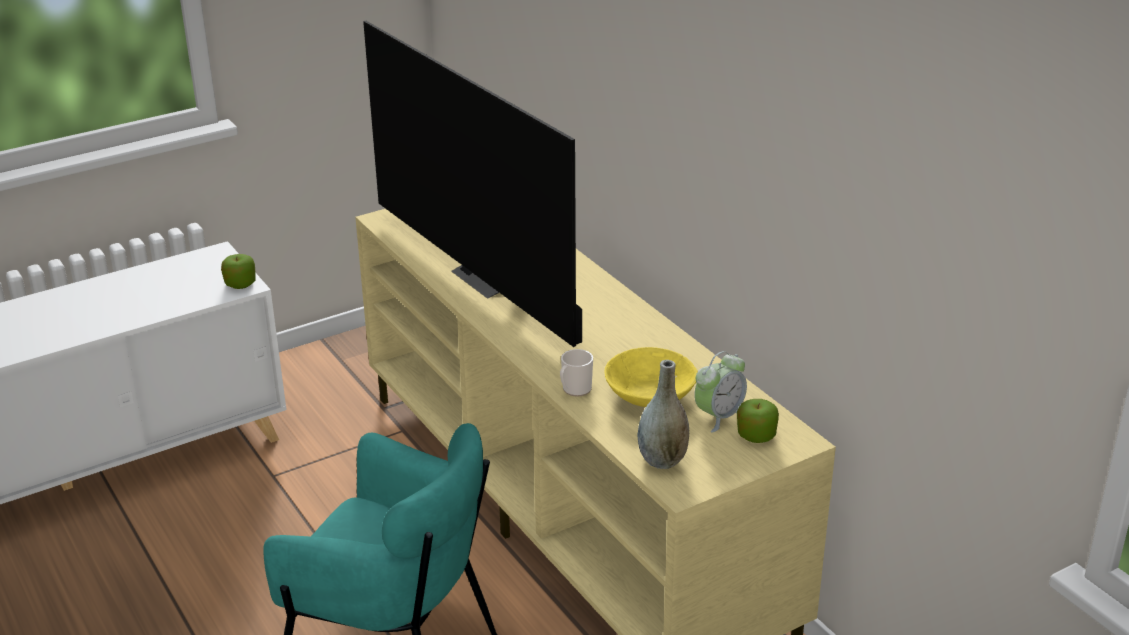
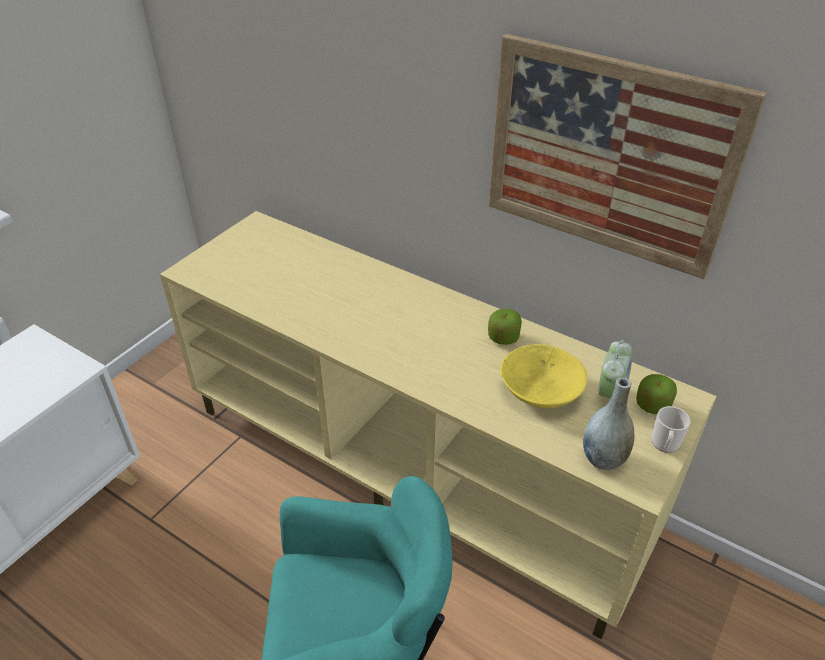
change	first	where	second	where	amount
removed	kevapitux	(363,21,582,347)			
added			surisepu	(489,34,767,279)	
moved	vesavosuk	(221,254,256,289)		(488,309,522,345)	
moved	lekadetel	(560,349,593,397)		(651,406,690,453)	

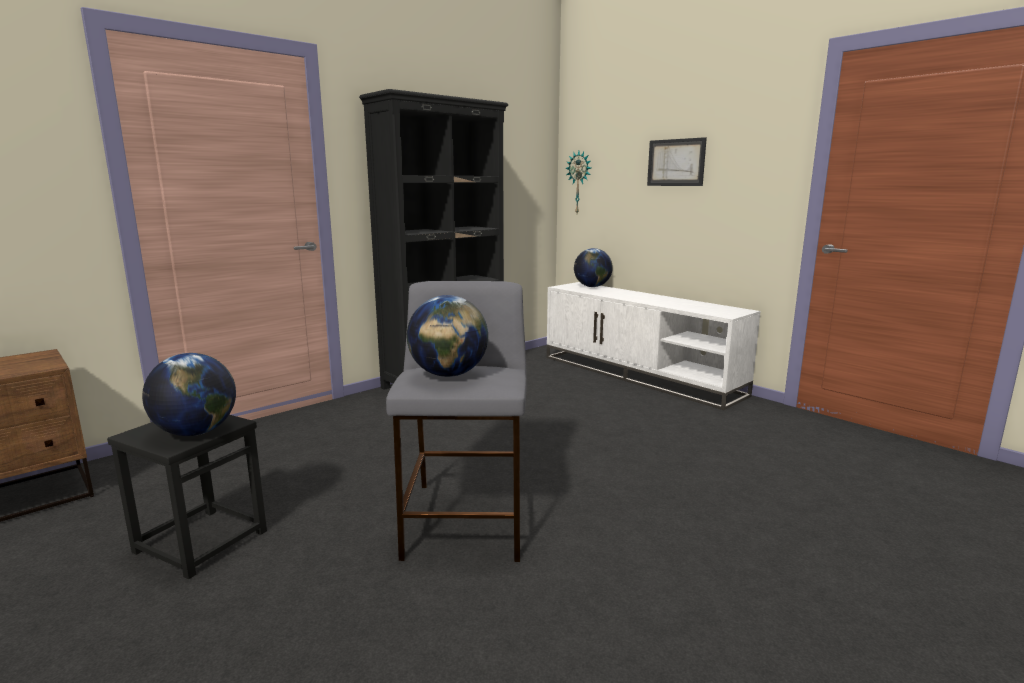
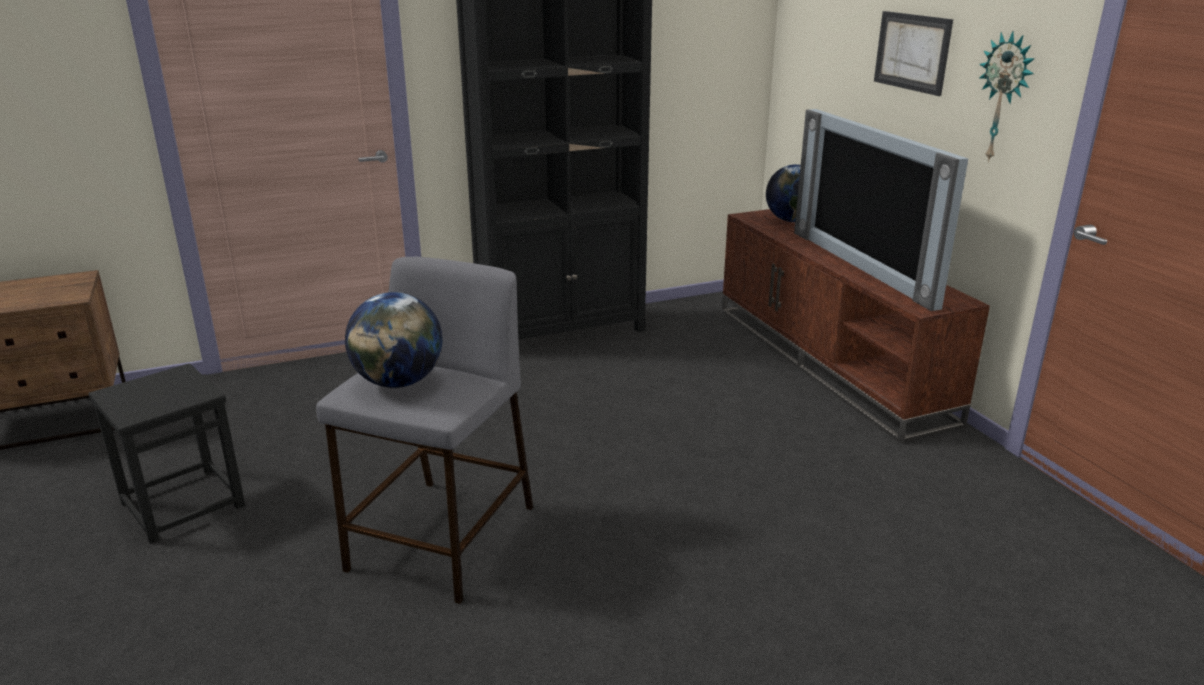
change	first	where	second	where	amount
removed	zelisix	(142,353,236,436)			
added			kevapitux	(794,109,968,311)	
moved	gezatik	(565,151,591,213)		(979,31,1035,162)	
recoloured	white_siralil	(547,282,761,410)	brown_siralil	(722,209,990,443)	

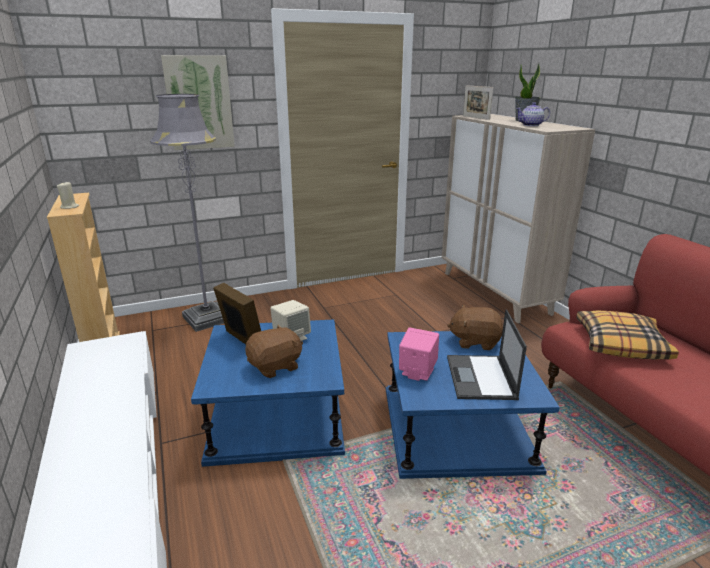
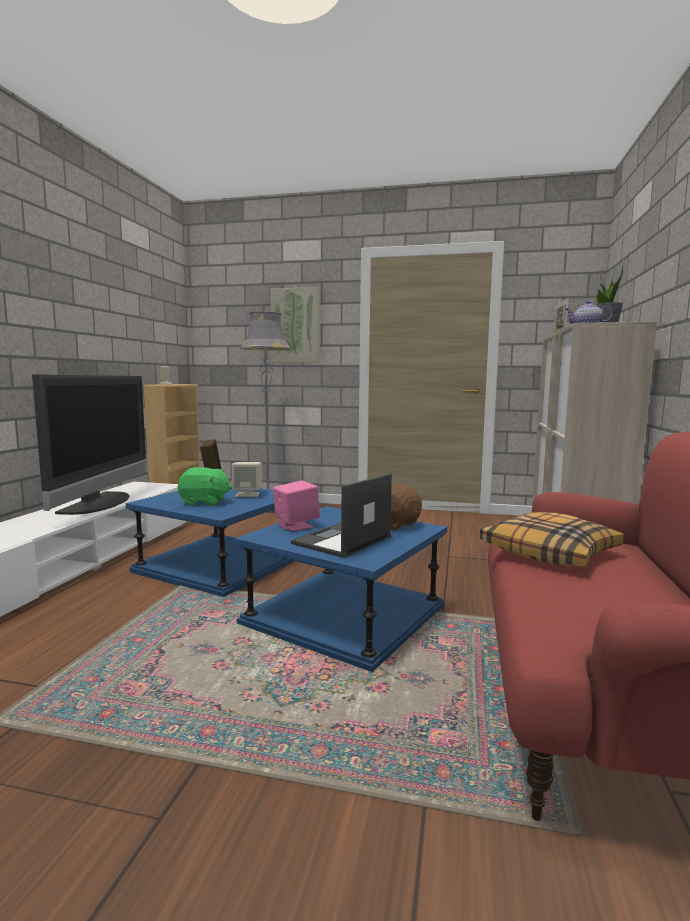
change	first	where	second	where	amount
added			kevapitux	(32,375,146,515)	
recoloured	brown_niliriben	(245,324,303,378)	green_niliriben	(178,467,232,506)	

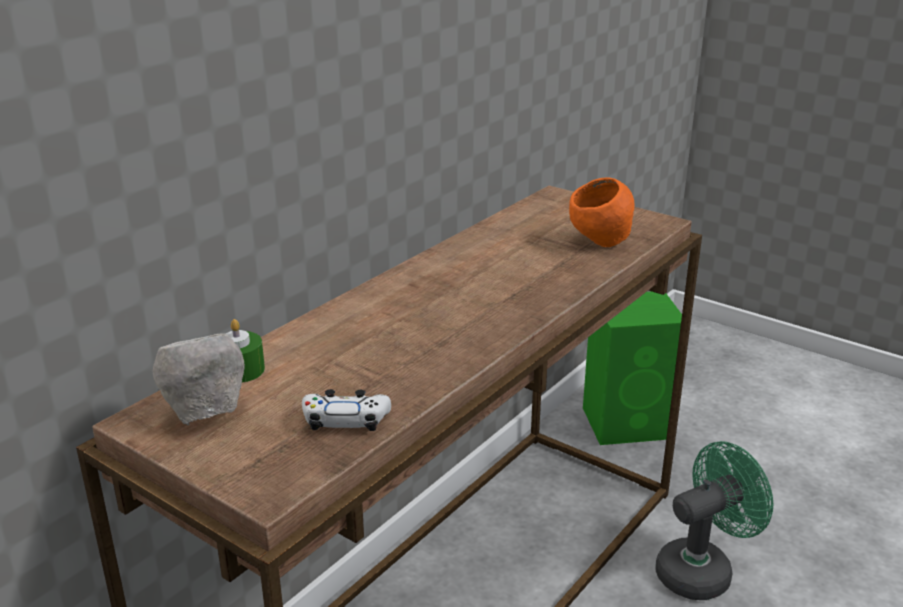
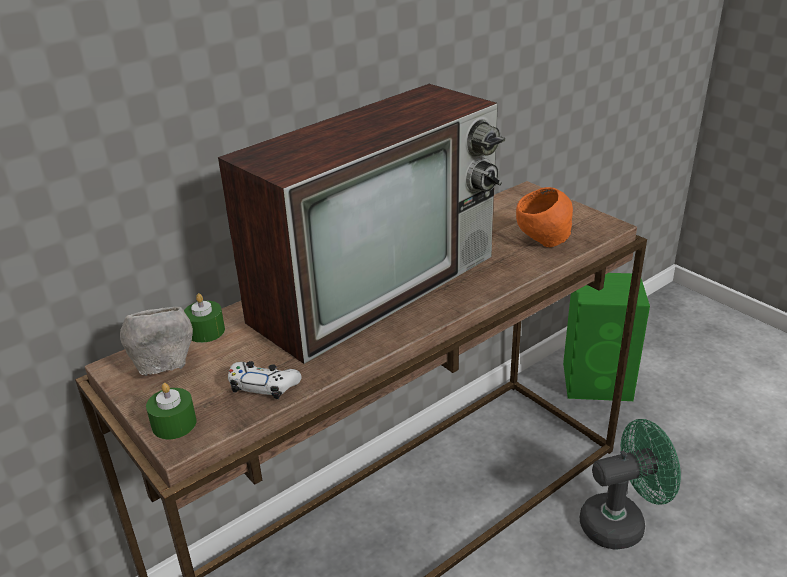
change	first	where	second	where	amount
added			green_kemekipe	(146,383,197,439)	
added			kevapitux	(218,84,506,364)	

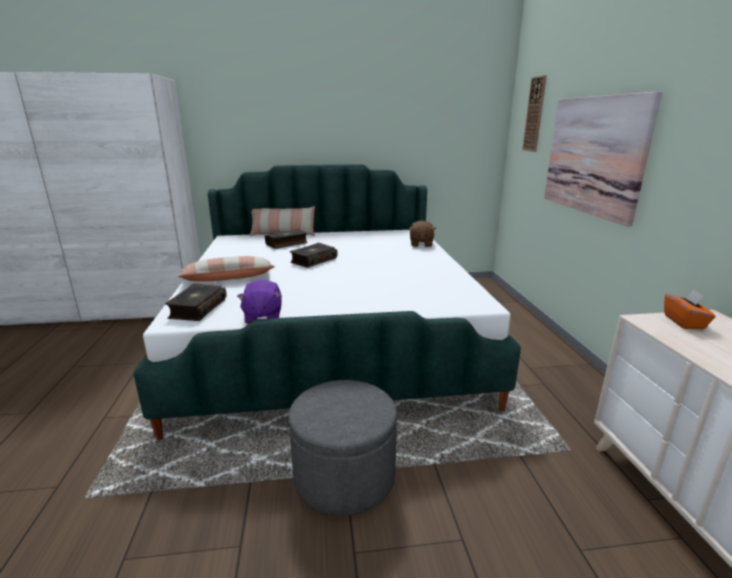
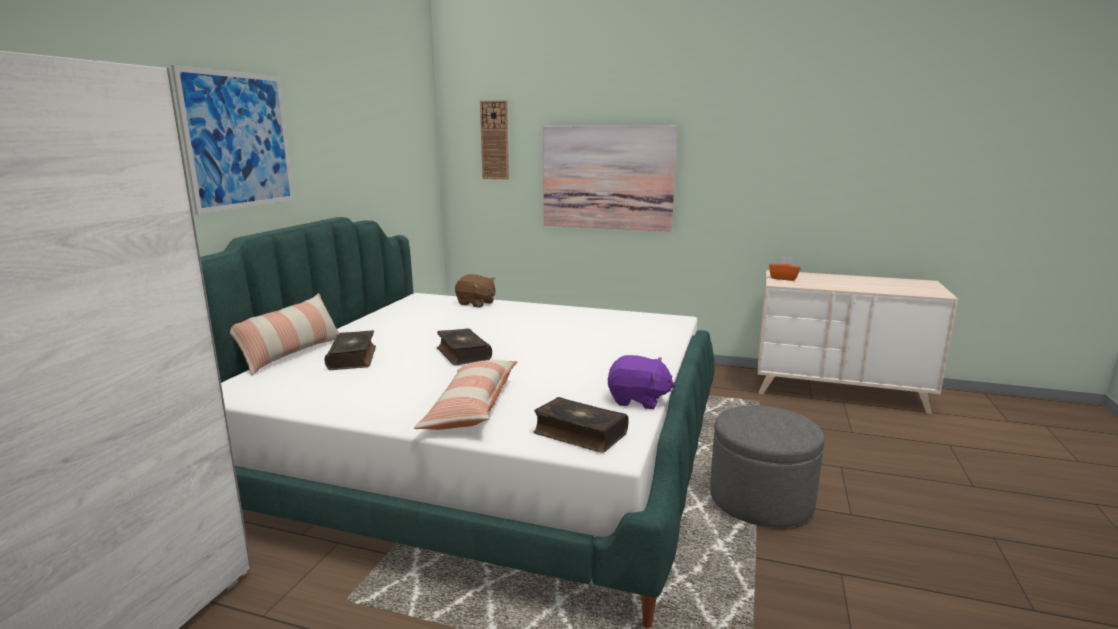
change	first	where	second	where	amount
added			surisepu	(171,65,294,215)	

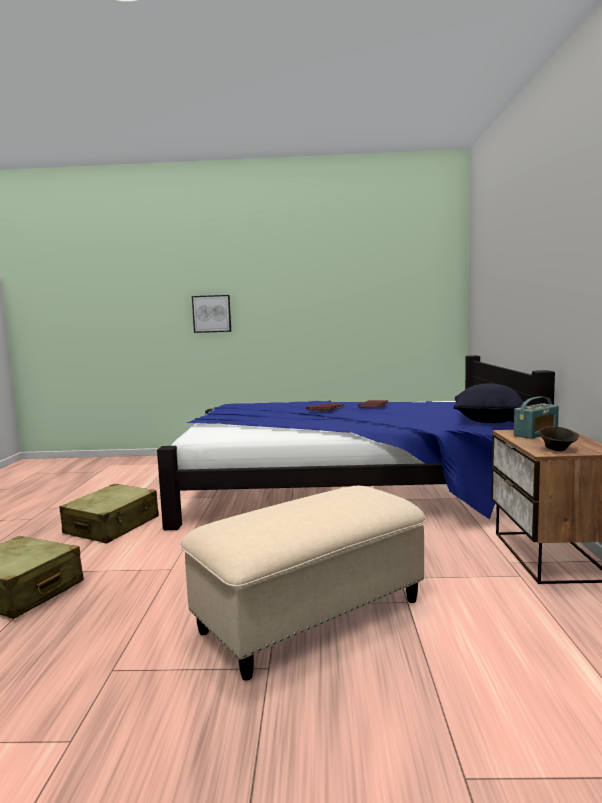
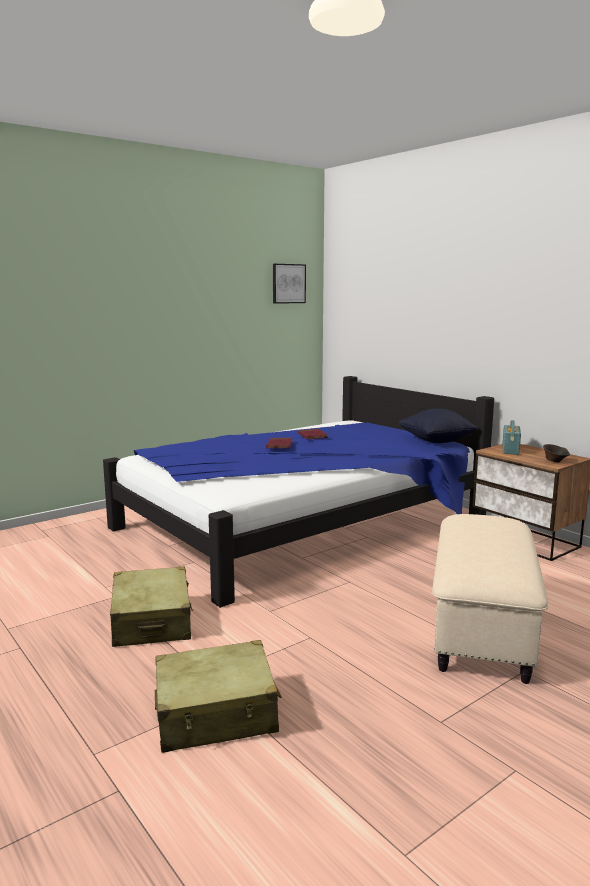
change	first	where	second	where	amount
moved	surisepu	(192,295,231,333)		(273,264,306,304)	

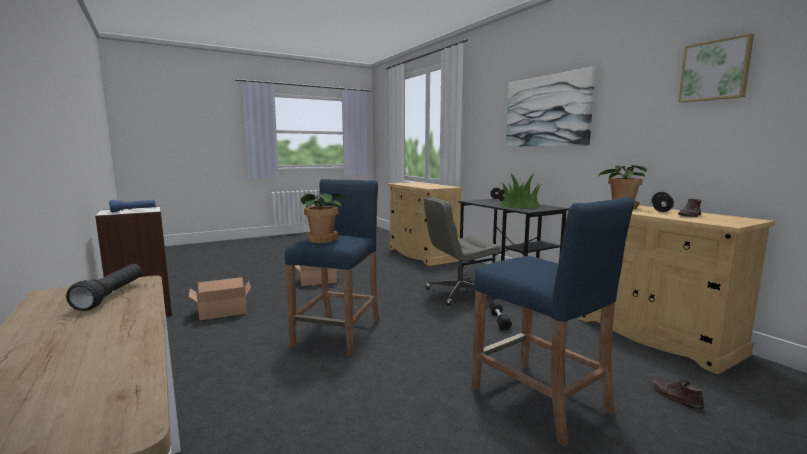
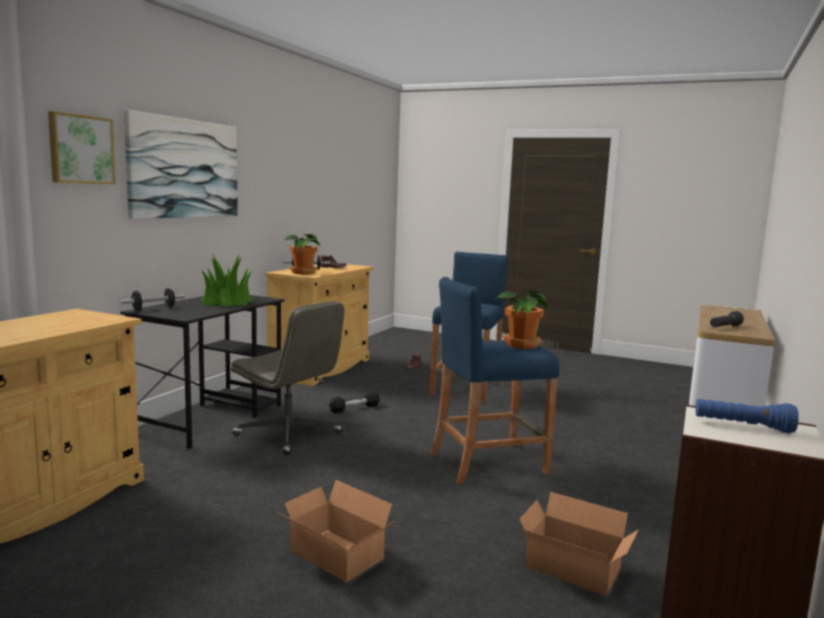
change	first	where	second	where	amount
moved	surisepu	(678,33,754,103)		(48,111,116,184)	

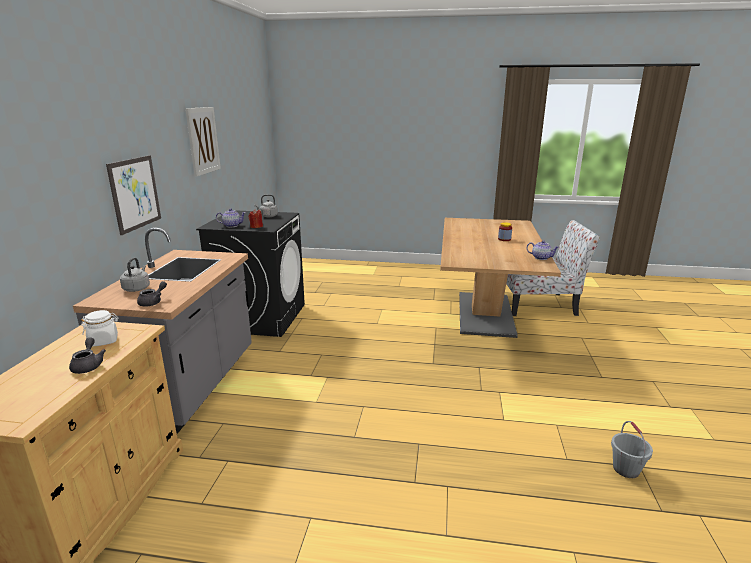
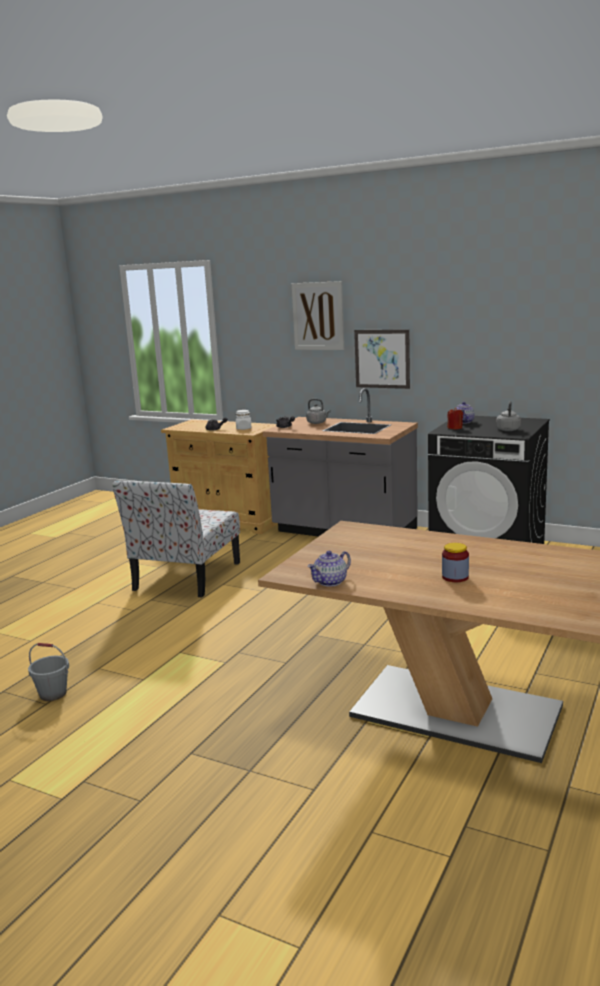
change	first	where	second	where	amount
moved	surisepu	(185,107,221,177)		(292,281,344,350)	
moved	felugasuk	(506,220,600,316)		(112,480,240,597)	

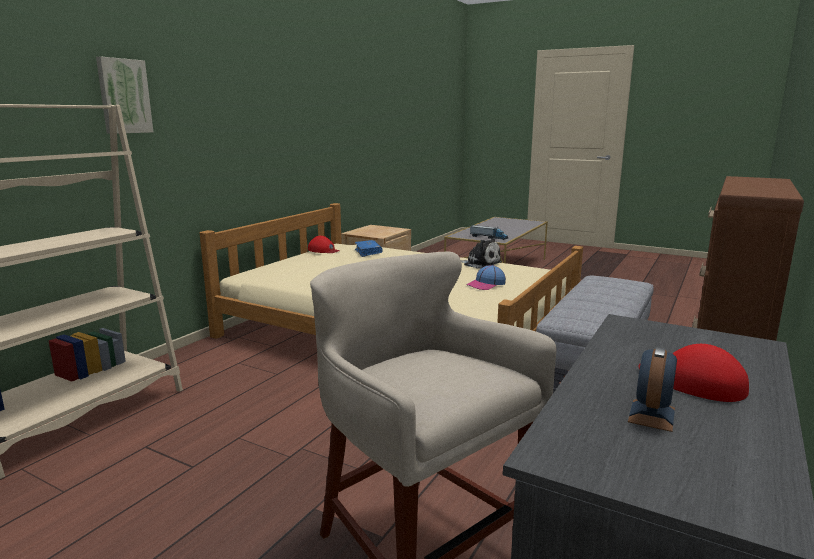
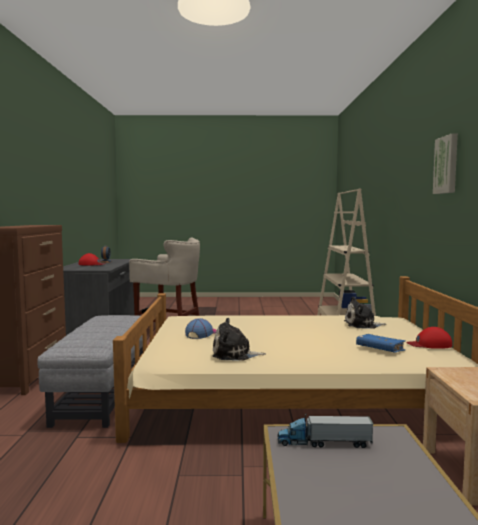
change	first	where	second	where	amount
added			niliriben	(344,297,386,329)	
moved	surisepu	(96,56,153,134)		(433,133,458,194)	

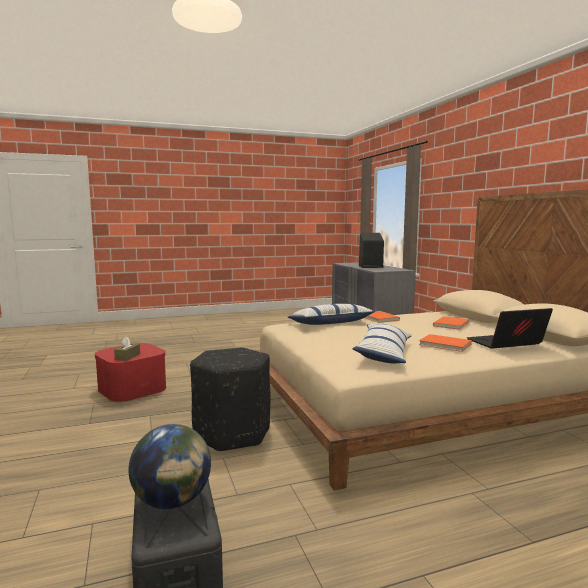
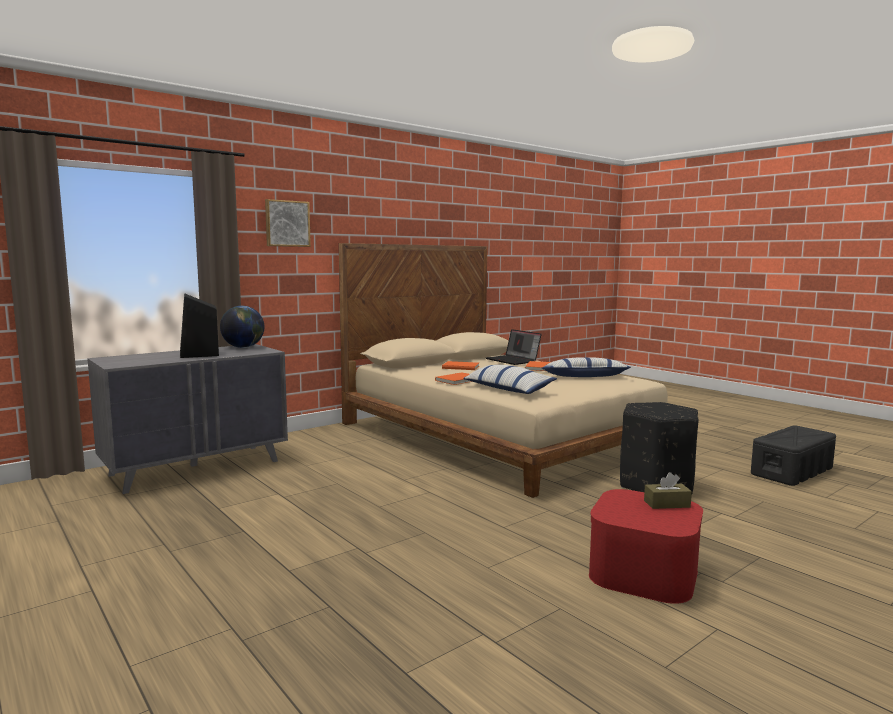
change	first	where	second	where	amount
added			surisepu	(265,199,311,247)	
moved	zelisix	(129,424,211,509)		(220,306,264,348)	

